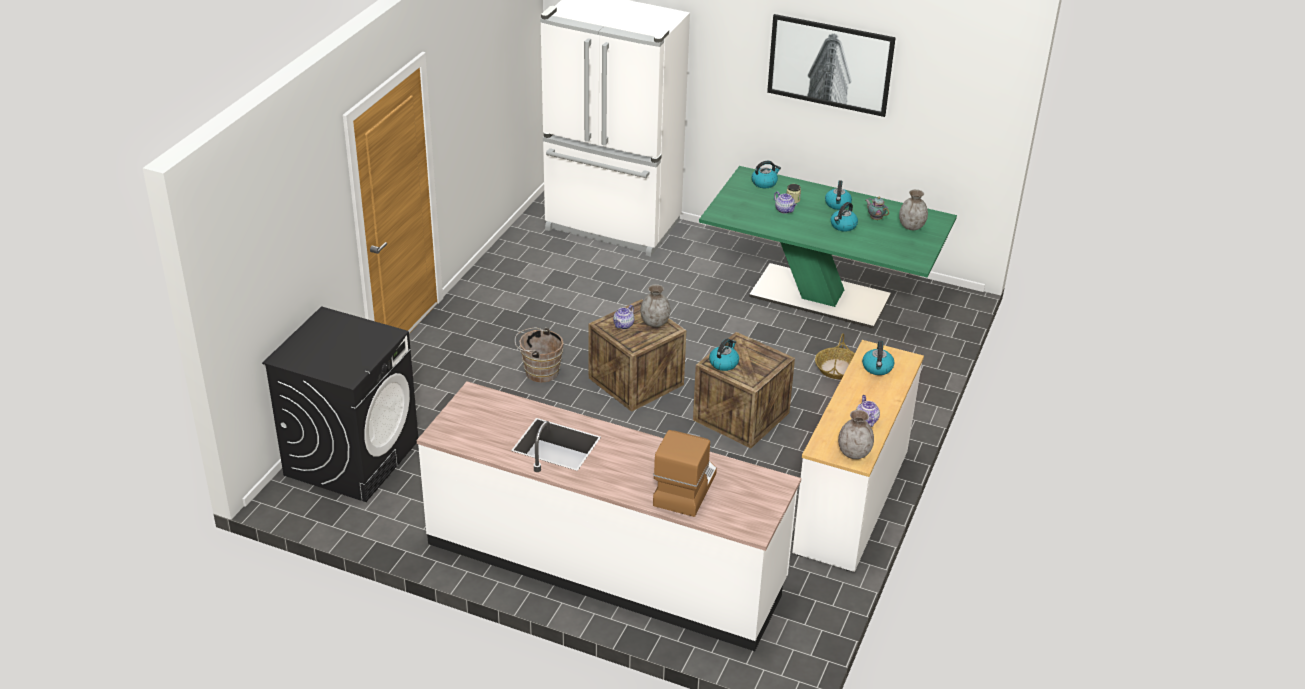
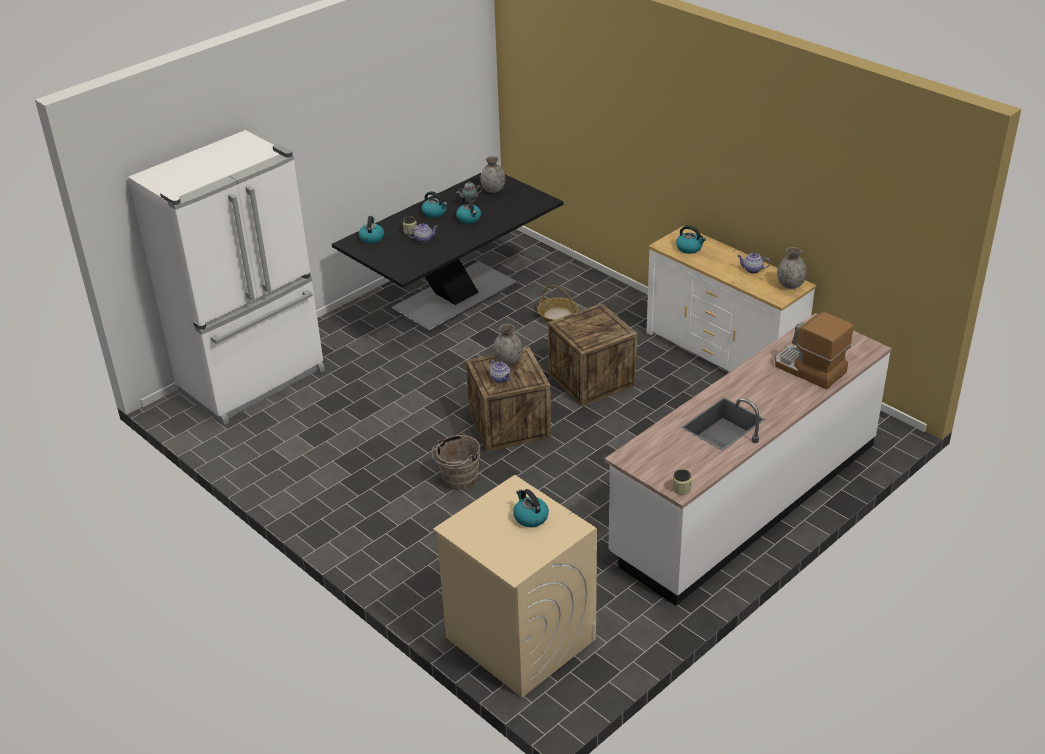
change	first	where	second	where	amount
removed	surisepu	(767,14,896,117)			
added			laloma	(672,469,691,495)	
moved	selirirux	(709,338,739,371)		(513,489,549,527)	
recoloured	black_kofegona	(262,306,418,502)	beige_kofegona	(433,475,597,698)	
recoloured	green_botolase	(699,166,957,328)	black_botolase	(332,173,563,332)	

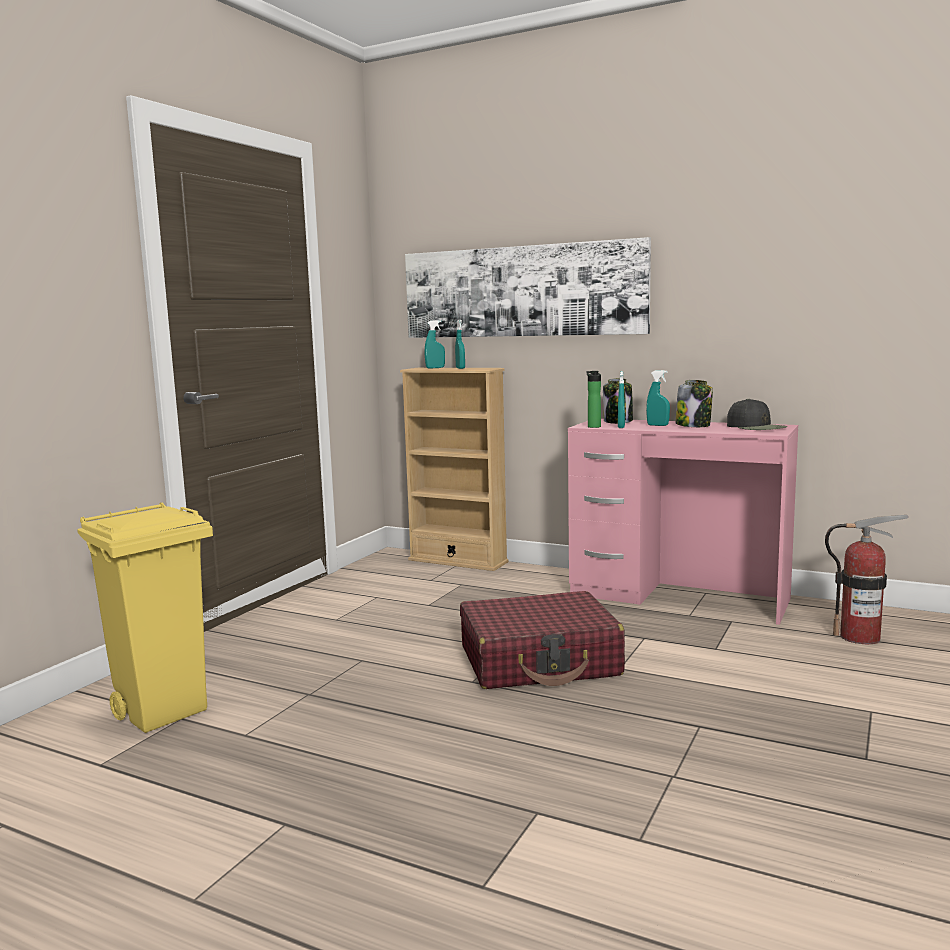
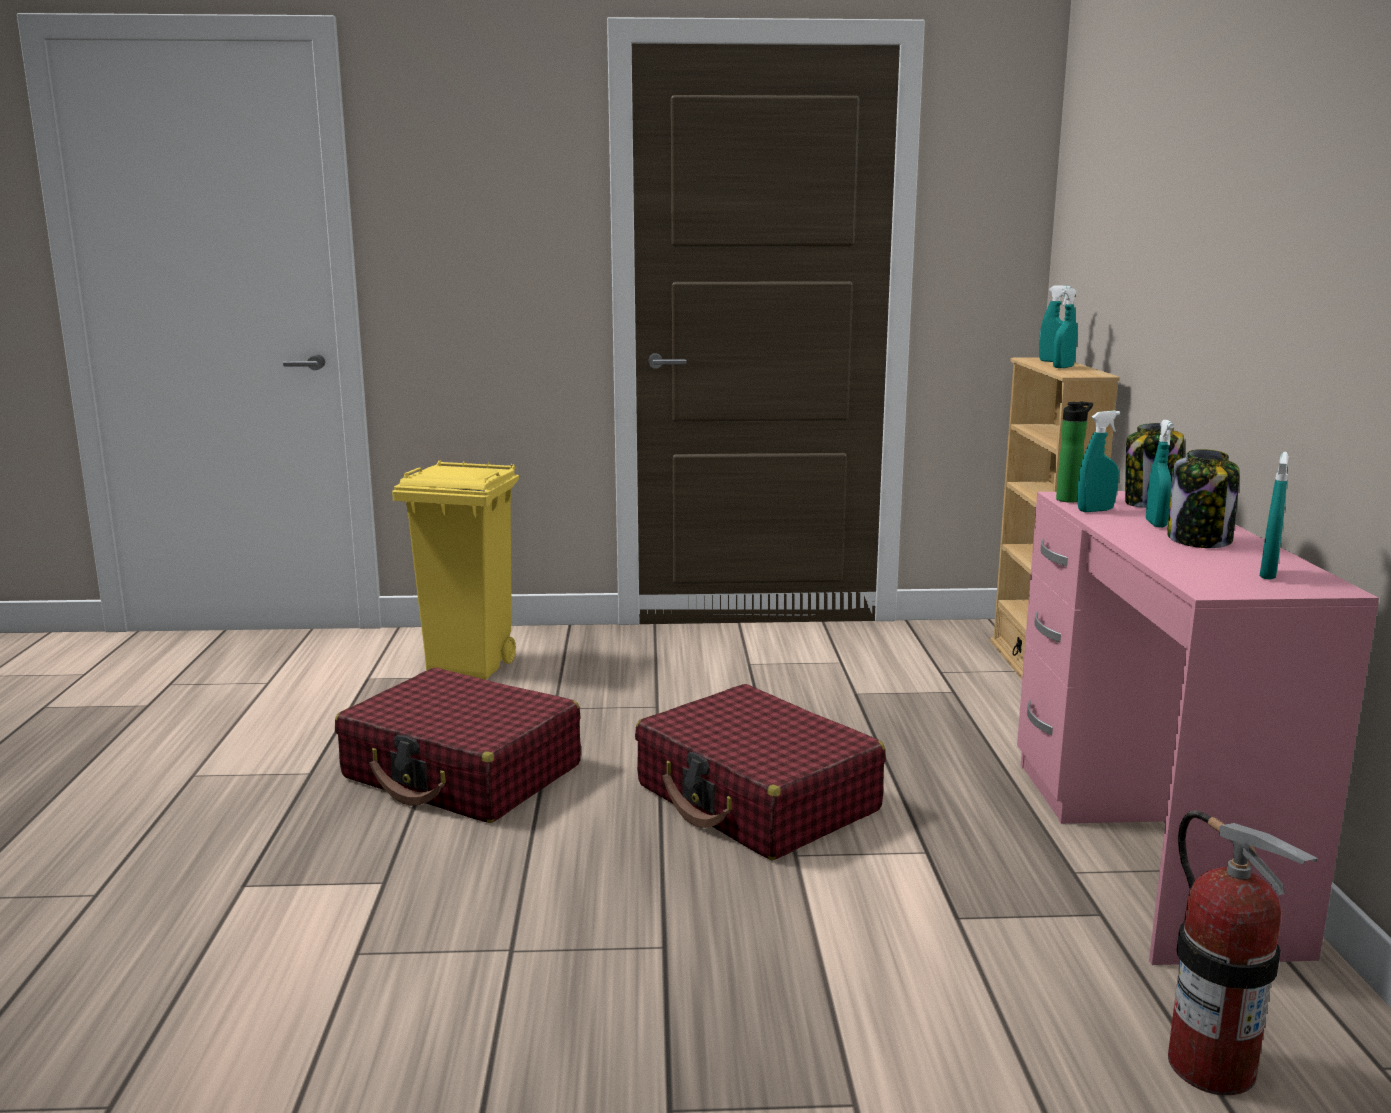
change	first	where	second	where	amount
removed	surisepu	(405,237,651,338)			
added			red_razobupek	(335,667,581,823)	
replaced	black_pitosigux	(727,399,787,430)	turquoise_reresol	(1260,452,1289,579)	

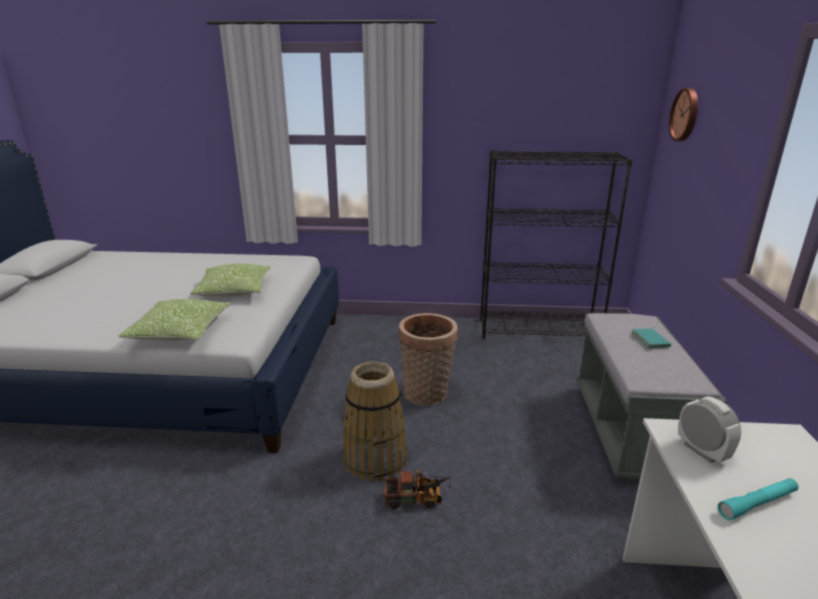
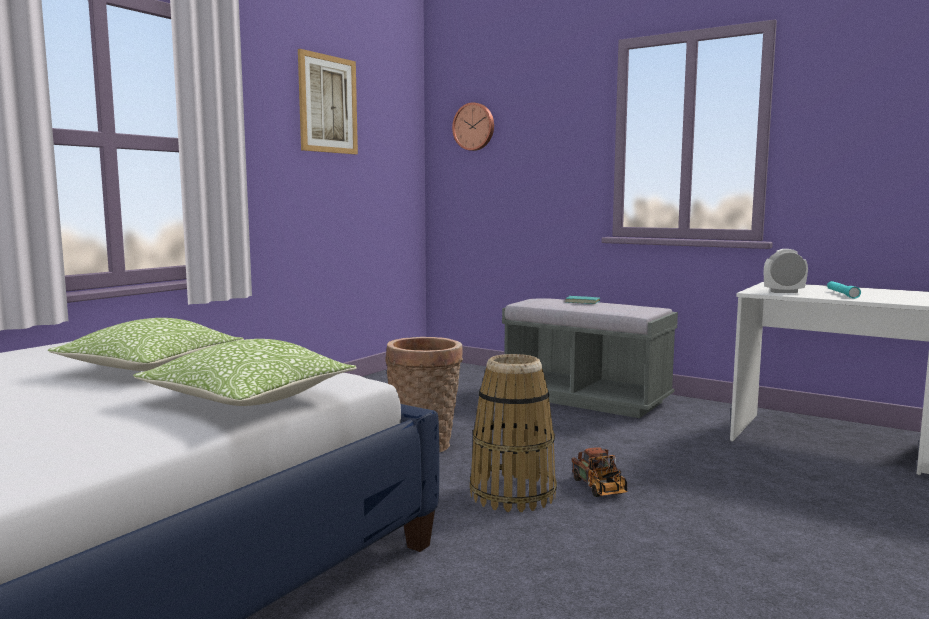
change	first	where	second	where	amount
removed	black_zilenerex	(480,151,632,339)			
added			surisepu	(298,49,358,154)	
turned	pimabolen	(383,469,452,509)		(571,447,628,497)	135 degrees clockwise

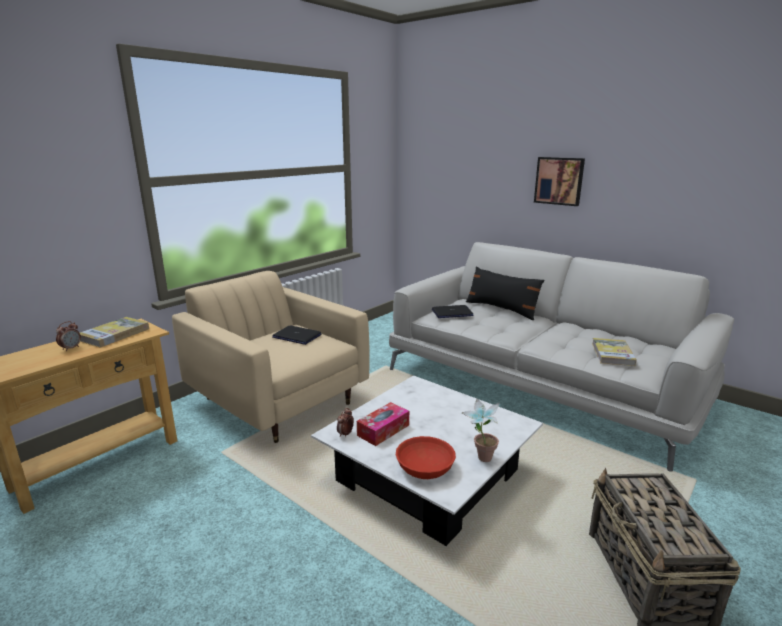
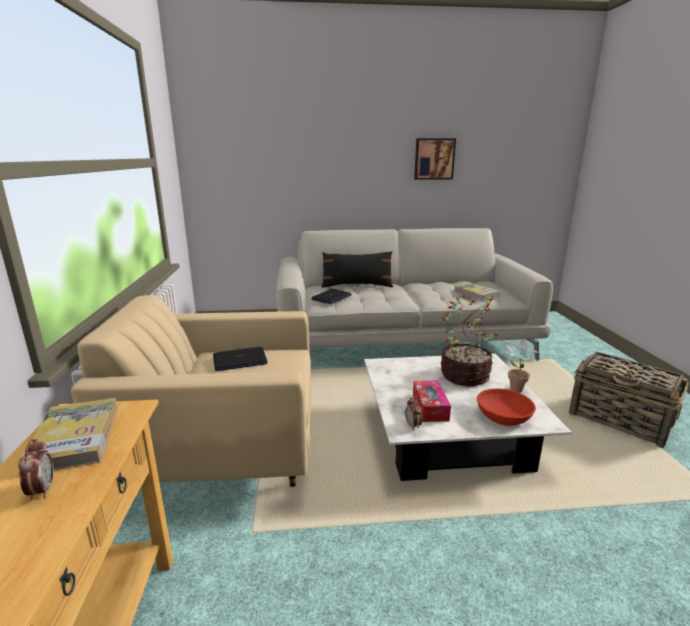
change	first	where	second	where	amount
added			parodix	(441,296,498,386)	
moved	surisepu	(534,157,585,206)		(414,138,456,180)	

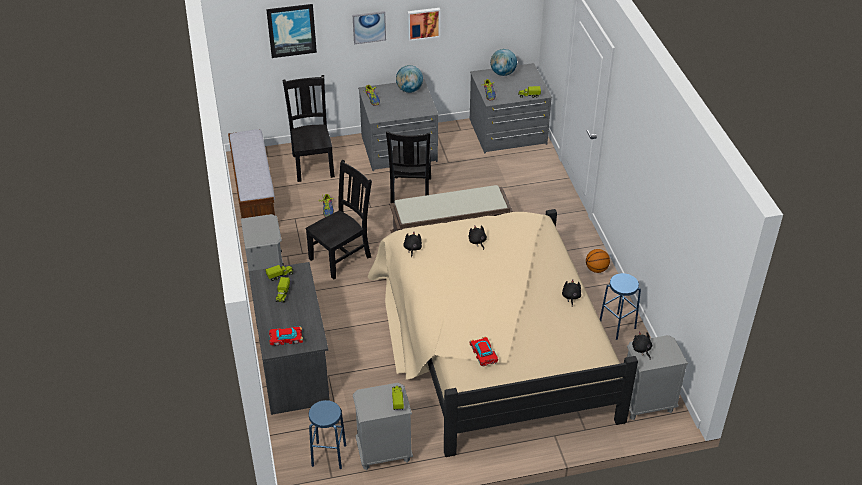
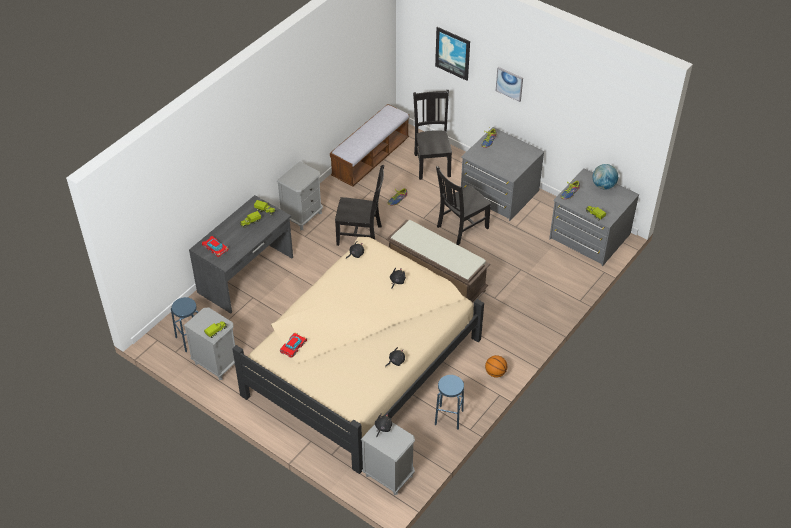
change	first	where	second	where	amount
removed	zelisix	(396,65,423,93)			
removed	surisepu	(408,8,440,41)			
turned	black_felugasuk	(283,75,335,182)		(413,90,452,180)	45 degrees counterclockwise

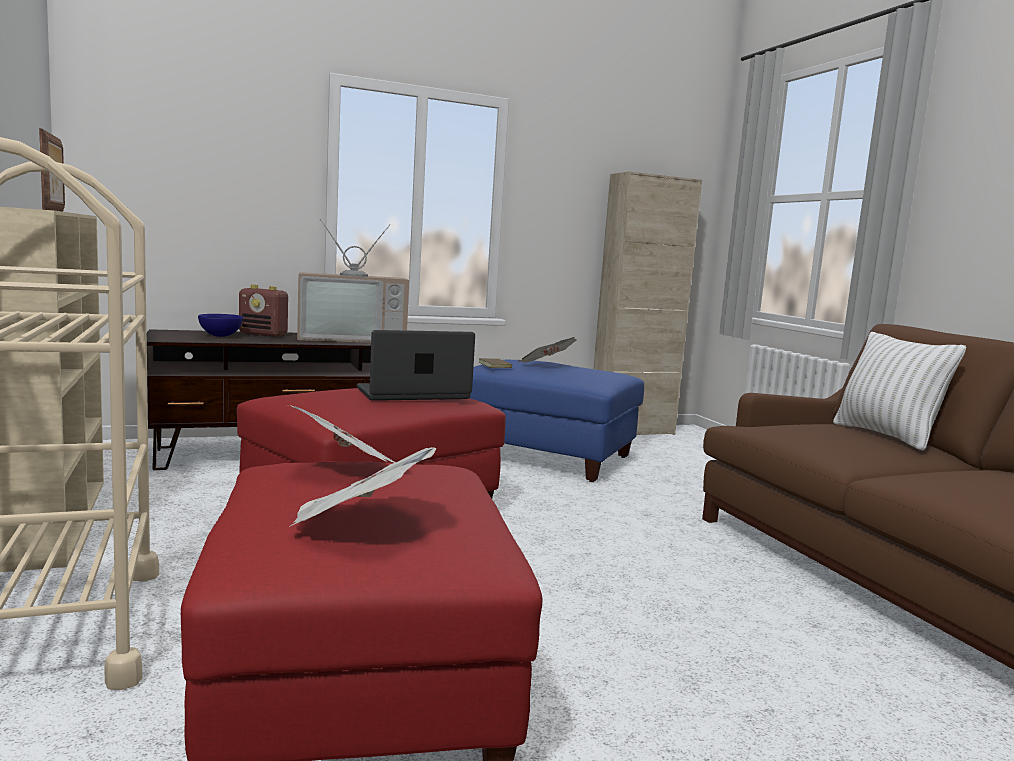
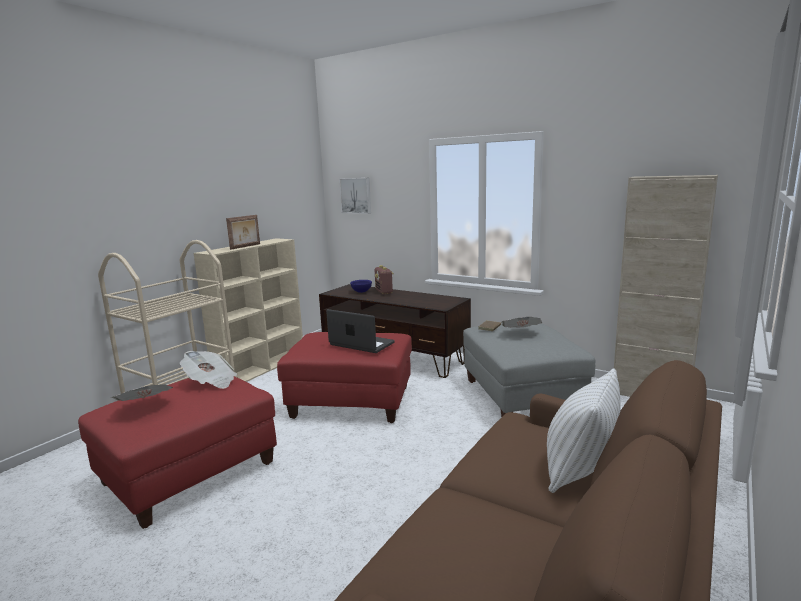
change	first	where	second	where	amount
removed	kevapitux	(297,219,409,343)			
added			surisepu	(339,178,371,214)	
recoloured	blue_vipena	(470,359,644,482)	grey_vipena	(463,323,596,417)	

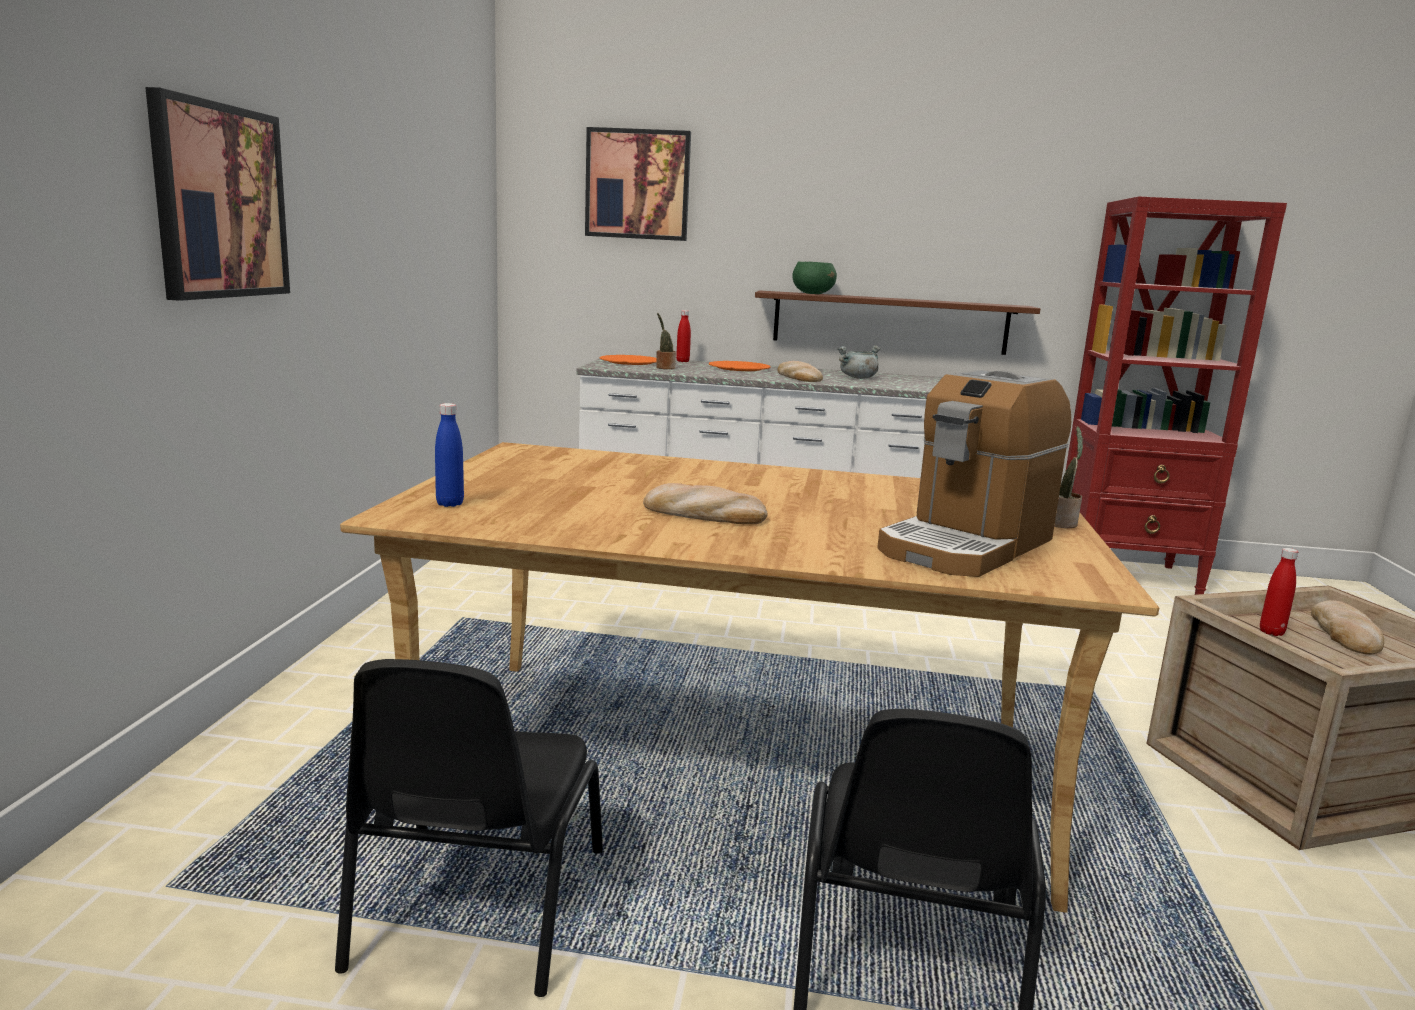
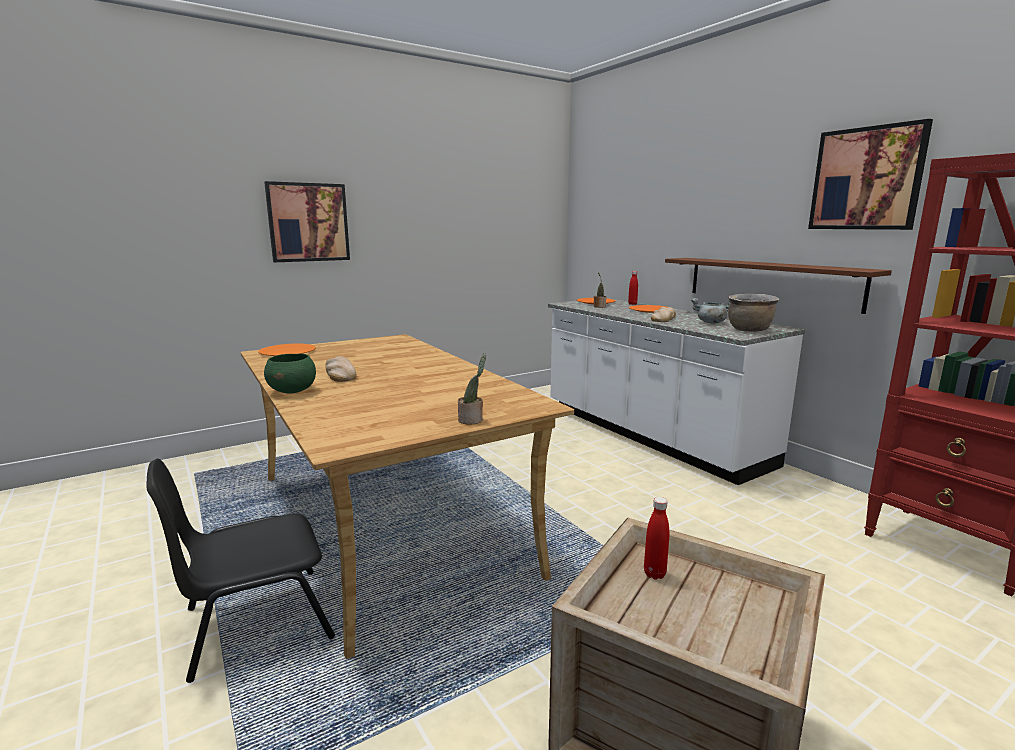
change	first	where	second	where	amount
removed	black_felugasuk	(335,659,603,997)			
removed	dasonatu	(877,370,1071,577)			
removed	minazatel	(1311,600,1384,655)			
added			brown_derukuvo	(728,294,779,332)	
moved	surisepu	(585,127,691,241)		(808,119,933,230)	
moved	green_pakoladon	(792,261,837,294)		(264,354,316,394)	
replaced	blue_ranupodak	(435,403,464,507)	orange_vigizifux	(258,344,316,356)	

